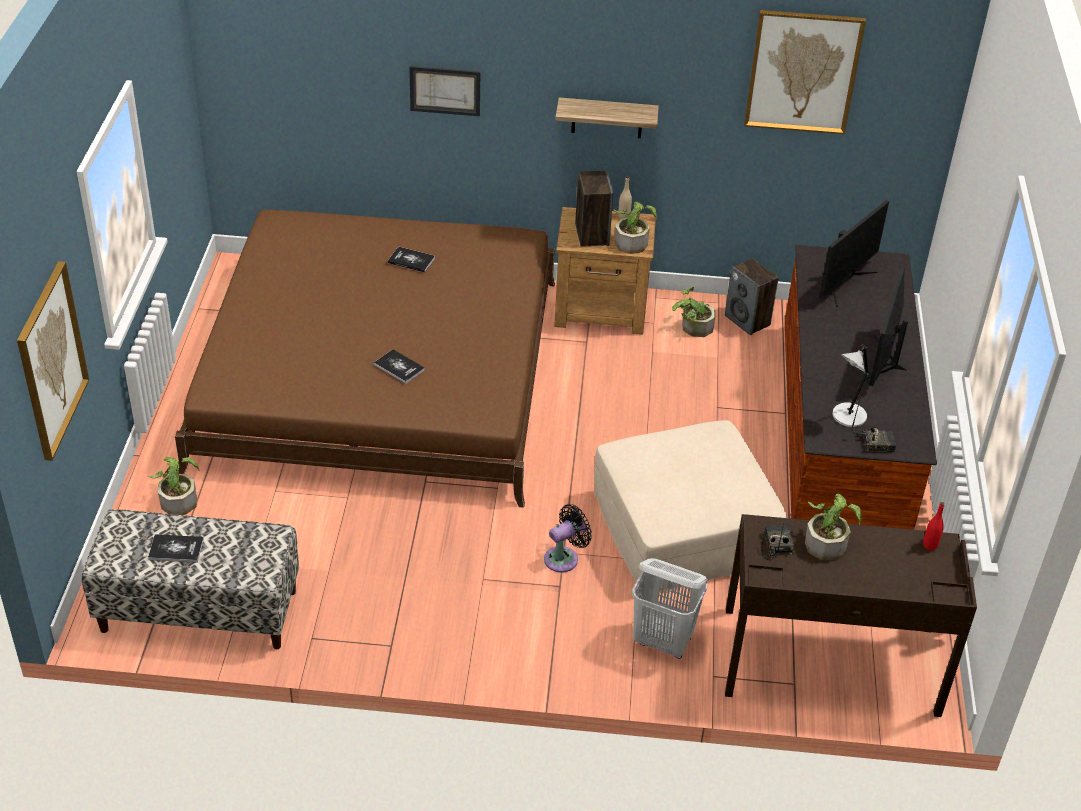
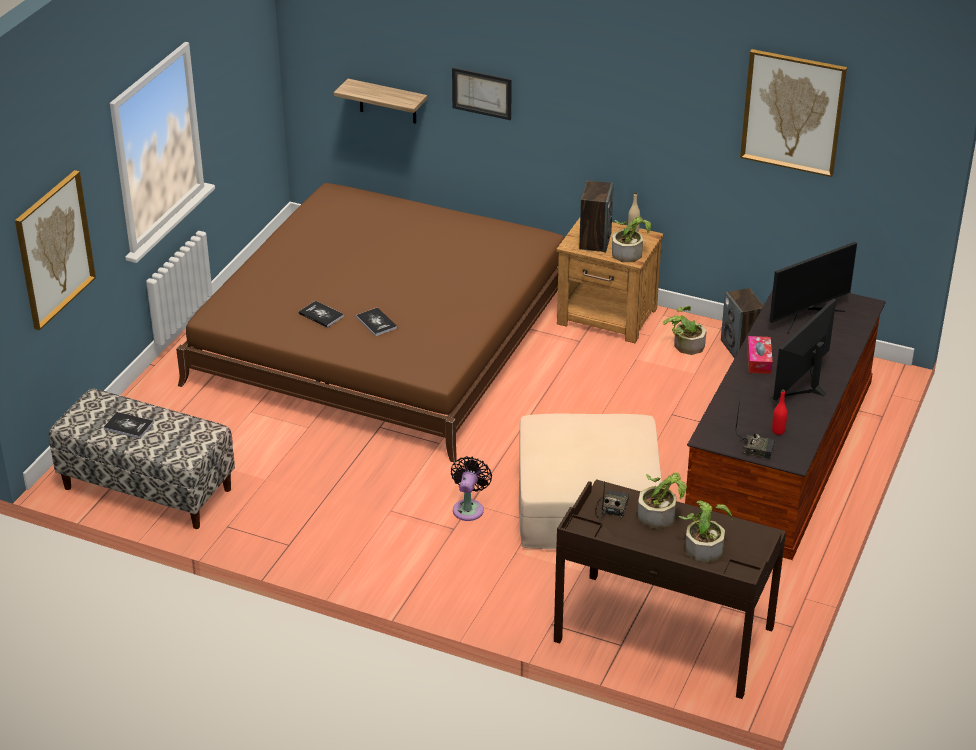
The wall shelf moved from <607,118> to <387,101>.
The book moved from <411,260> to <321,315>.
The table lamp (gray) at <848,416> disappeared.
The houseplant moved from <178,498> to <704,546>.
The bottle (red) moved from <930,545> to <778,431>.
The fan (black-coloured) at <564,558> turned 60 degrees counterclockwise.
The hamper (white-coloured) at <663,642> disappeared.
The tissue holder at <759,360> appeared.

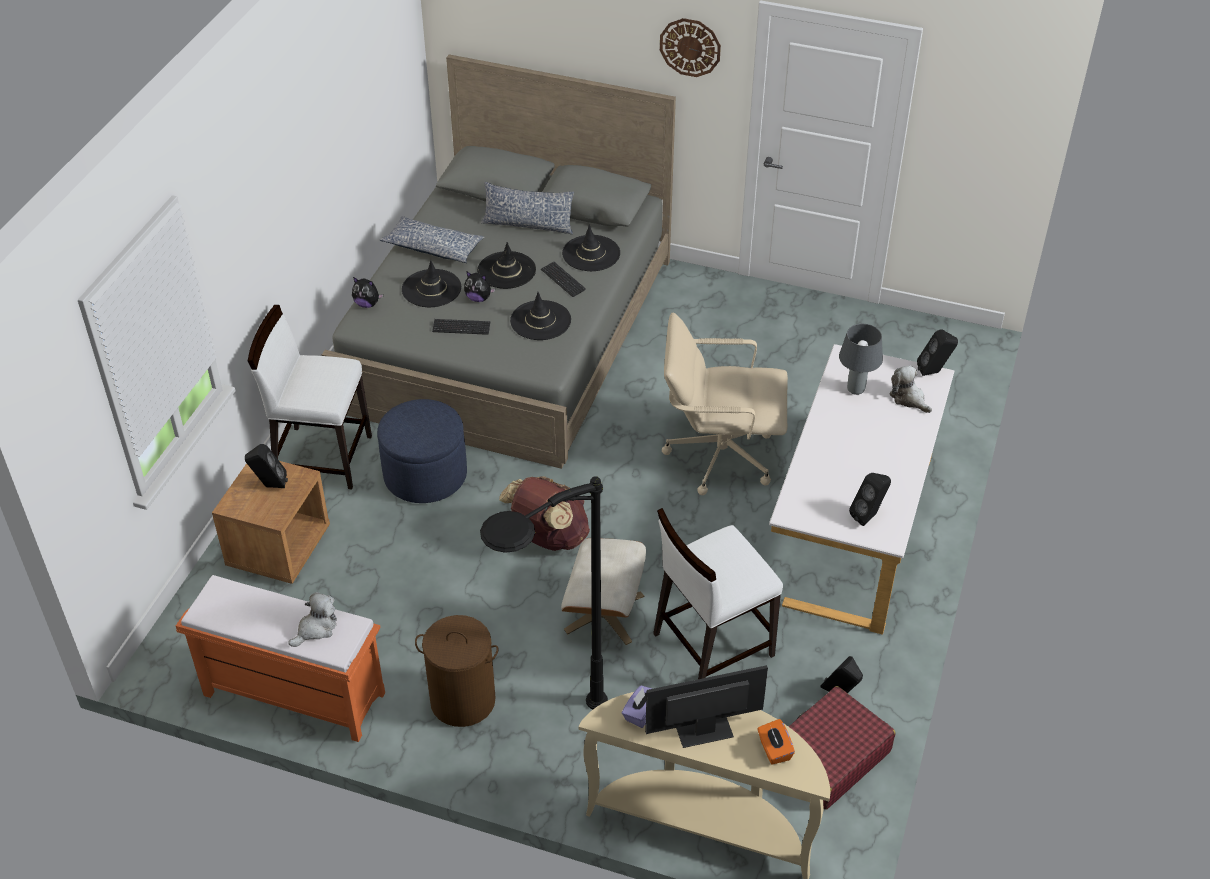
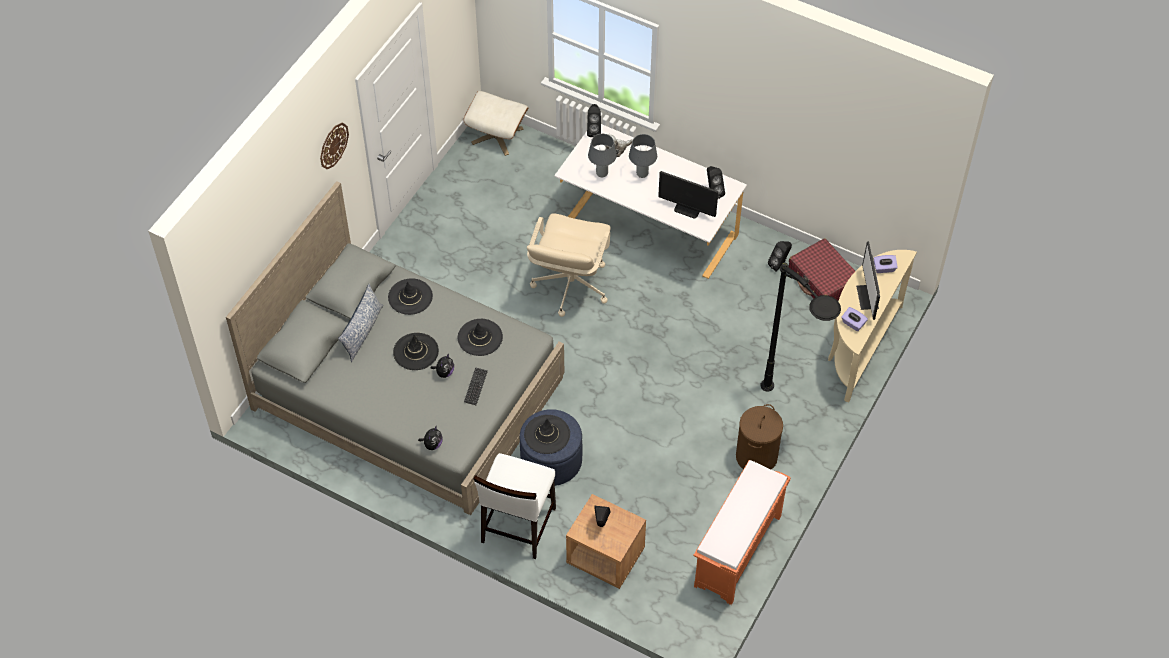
The cushion at <433,247> disappeared.
The wearable hat (black-coloured) moved from <431,288> to <547,434>.
The computer keyboard at <563,280> disappeared.
The knapsack (brown-coloured) at <548,537> disappeared.
The chair (white-coloured) at <711,644> disappeared.
The footrest (beige-coloured) moved from <605,613> to <497,135>.
The plush toy at <316,628> disappeared.
The tissue holder (orange-coloured) at <774,750> became the tissue holder (purple) at <884,268>.
The table lamp (gray) at <642,174> appeared.
The computer display at <687,209> appeared.

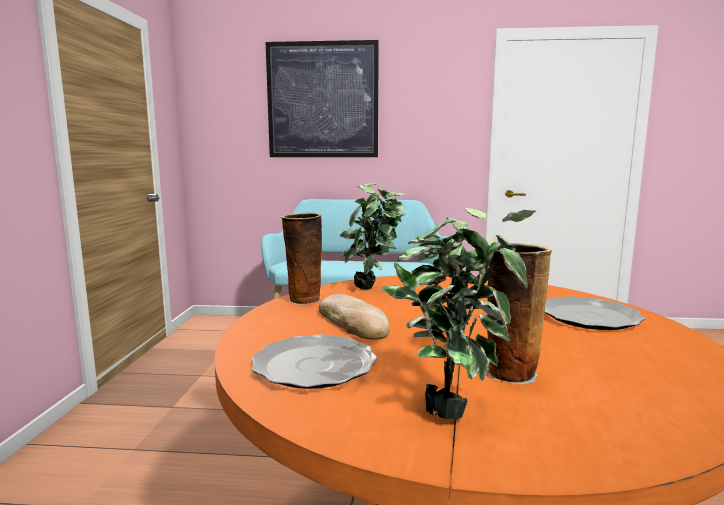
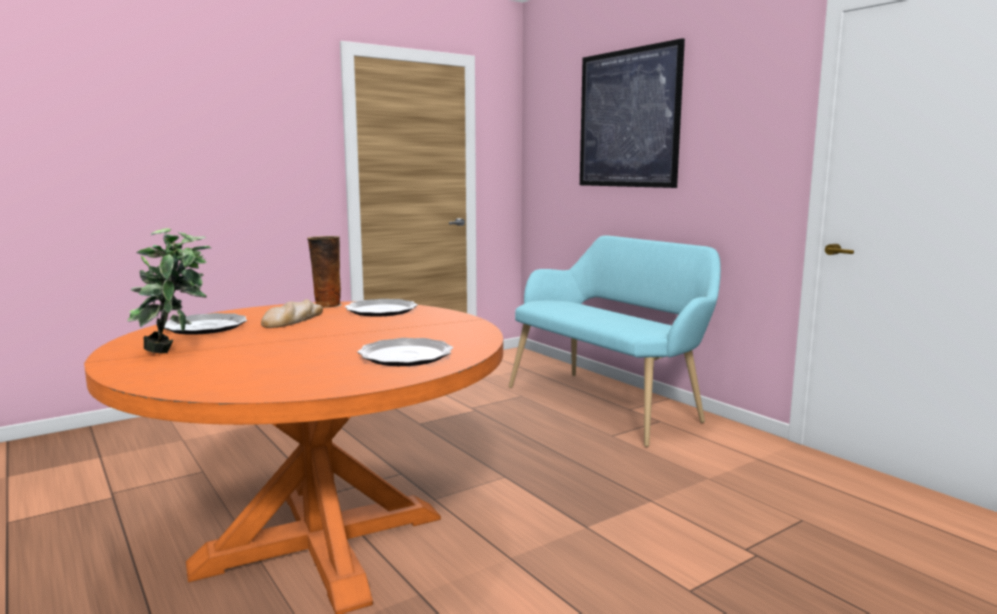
The houseplant at <373,290> was replaced by the flat dish at <381,310>.
The decorative vase at <510,372> disappeared.

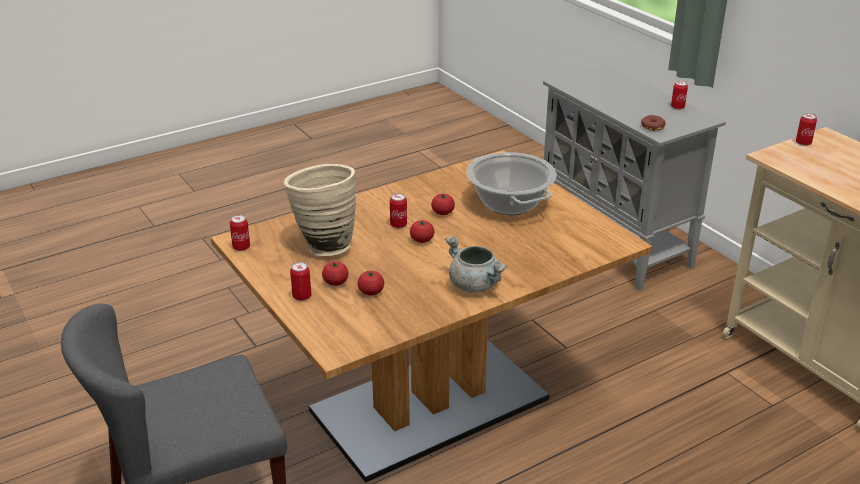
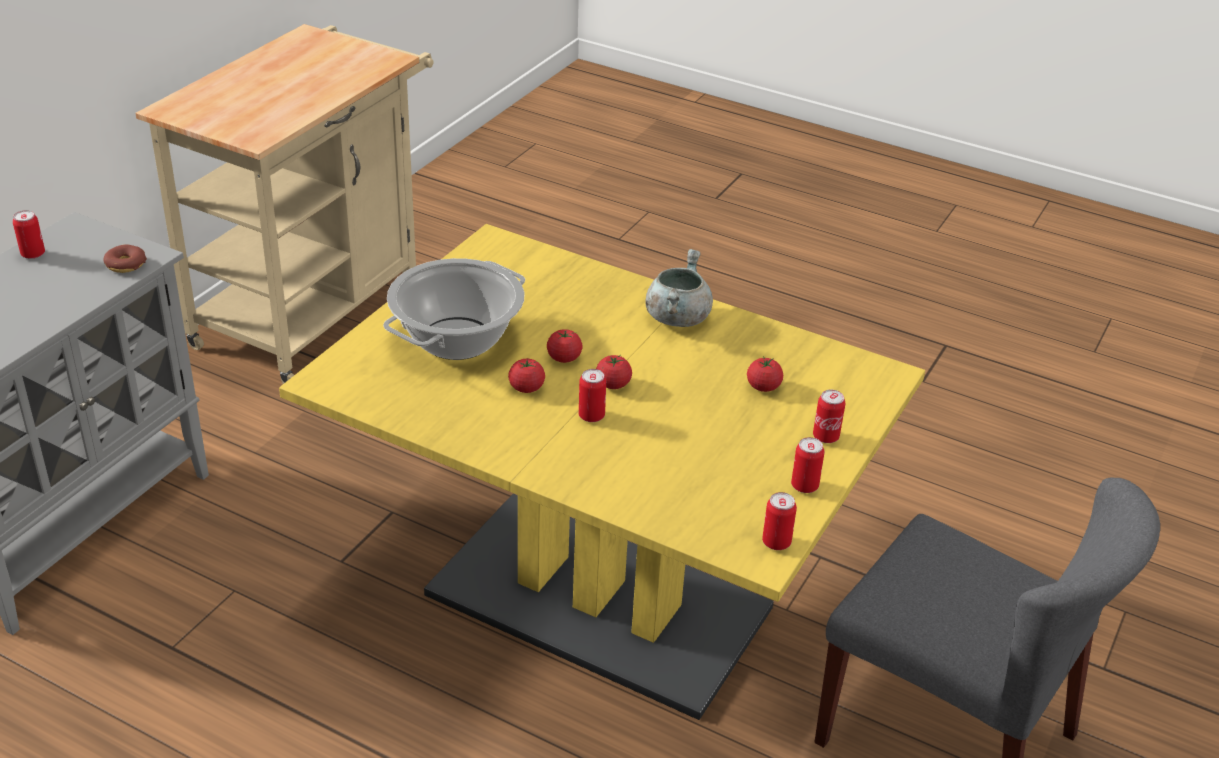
The metal can moved from <803,143> to <804,486>.
The dining table (brown-coloured) at <429,405> became the dining table (yellow-coloured) at <598,601>.
The decorative vase (beige-coloured) at <323,246> disappeared.
The tomato moved from <335,282> to <564,358>.

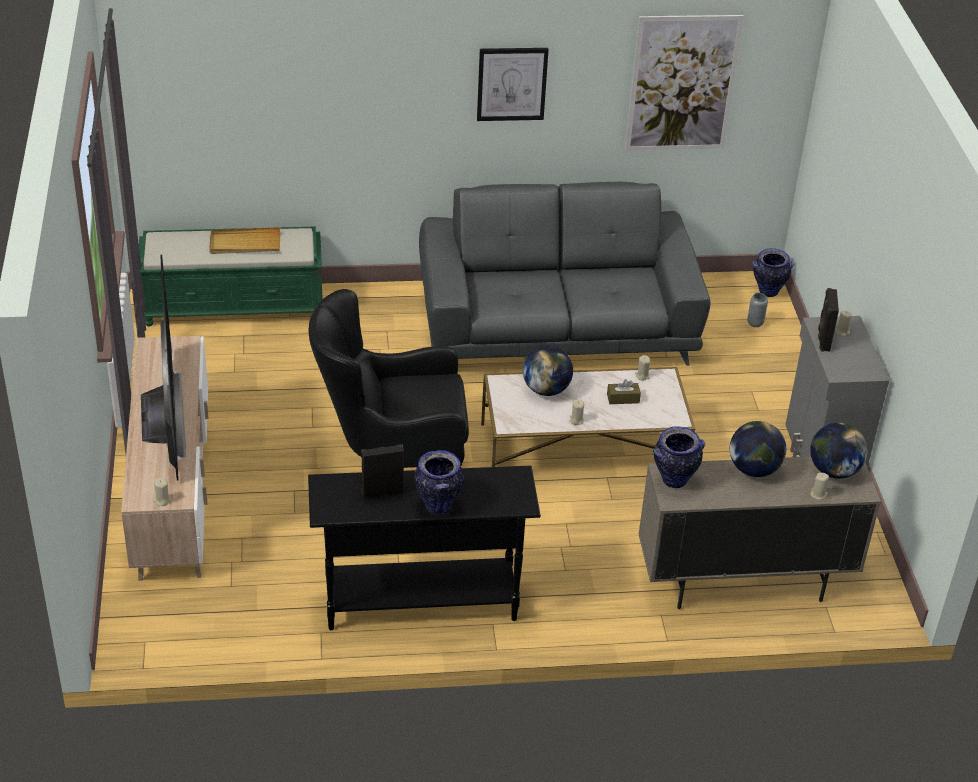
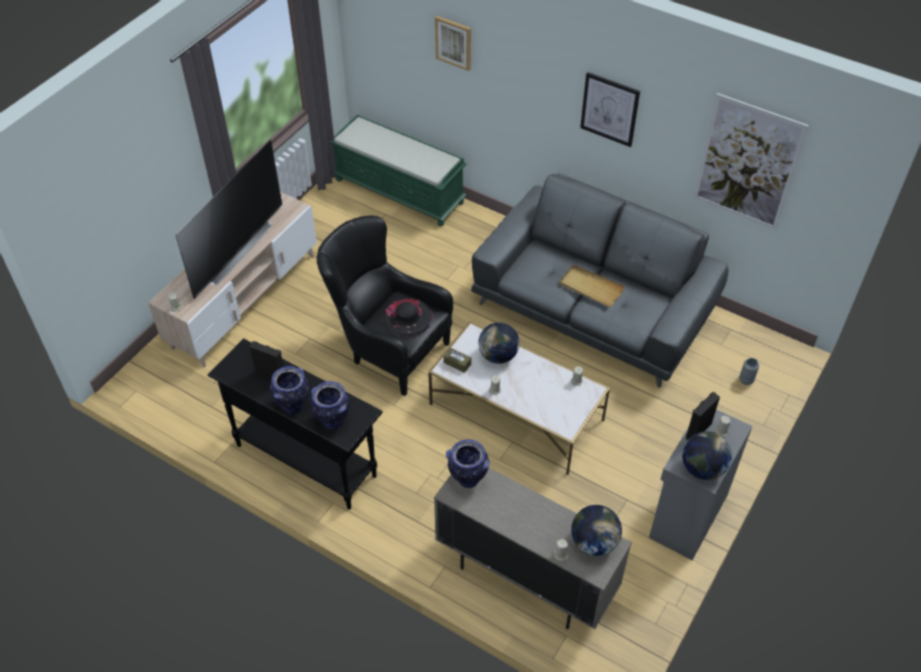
The carrying tray (beige-coloured) moved from <245,244> to <590,287>.
The decorative vase moved from <767,292> to <332,421>.
The tissue holder (brown-coloured) moved from <623,398> to <457,363>.
The globe moved from <753,469> to <702,468>.
The wall art at <453,42> appeared.
The wearable hat (black-coloured) at <407,317> appeared.

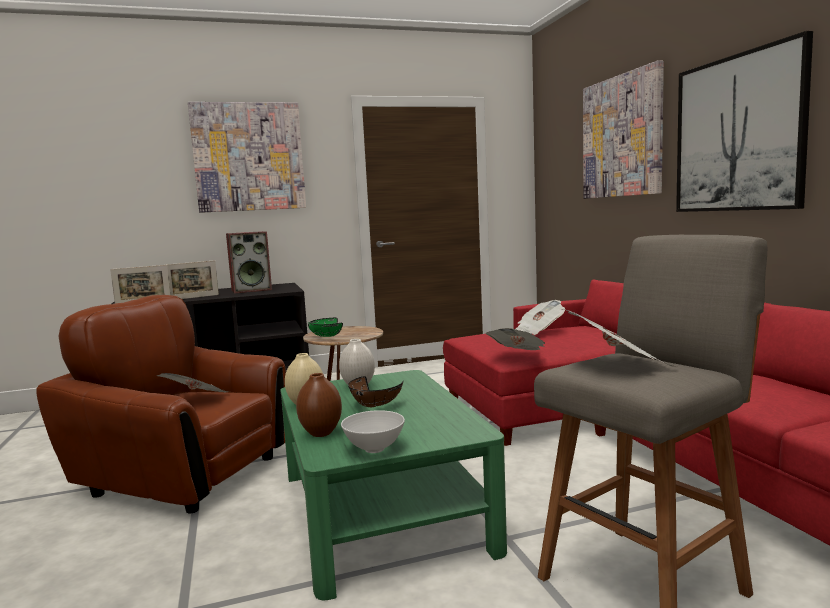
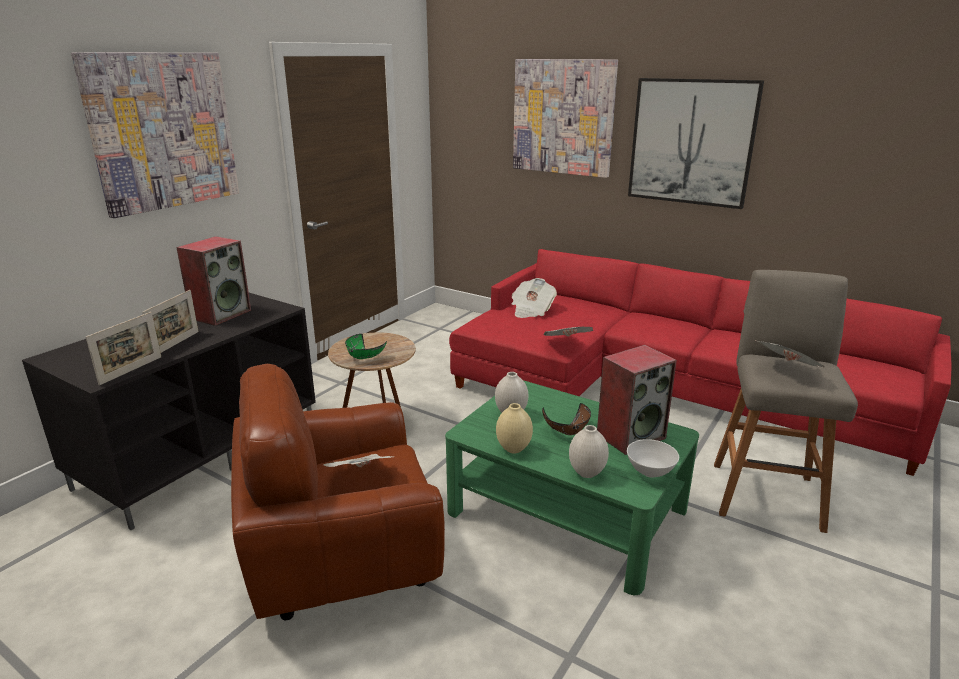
The decorative vase (brown-coloured) at <321,433> became the decorative vase (white-coloured) at <587,473>.
The loudspeaker at <631,436> appeared.

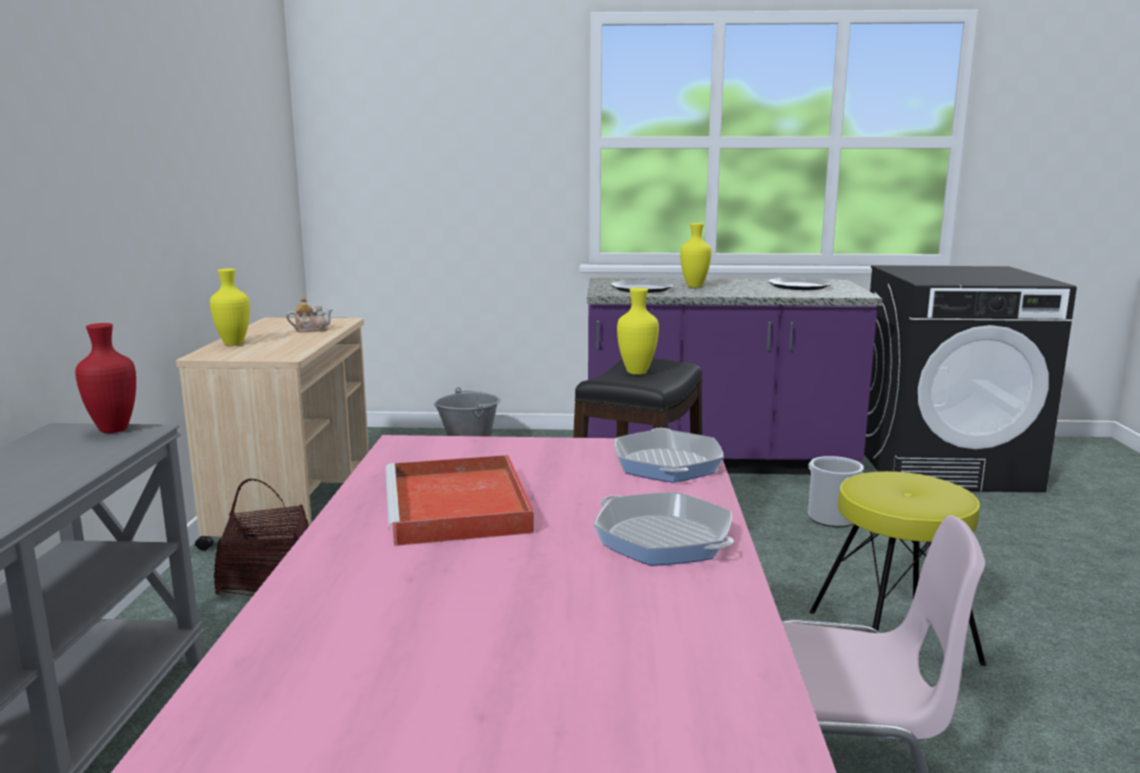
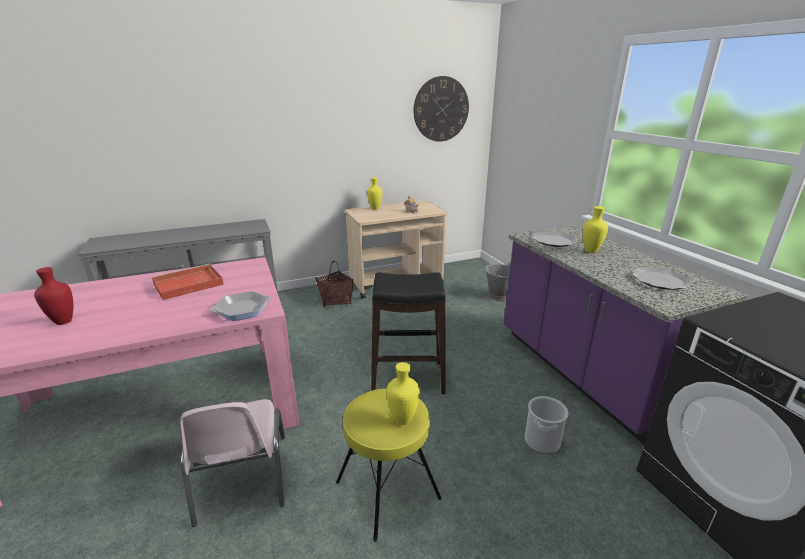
The decorative vase (yellow-coloured) moved from <638,373> to <402,421>.
The decorative vase (red) moved from <114,430> to <62,322>.
The pan at <663,539> disappeared.
The clock on the wall at <441,109> appeared.

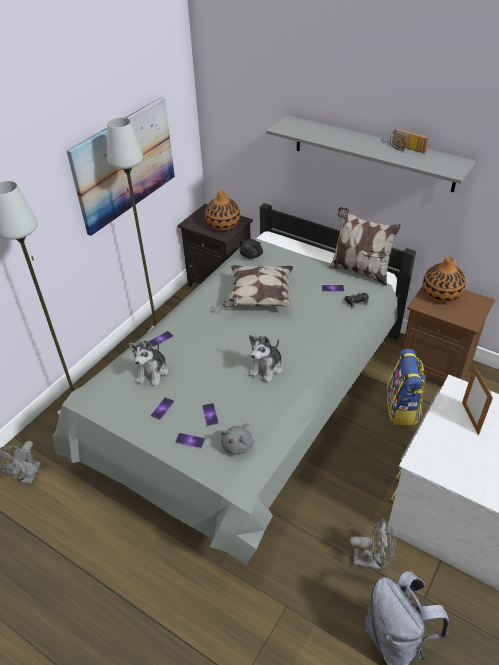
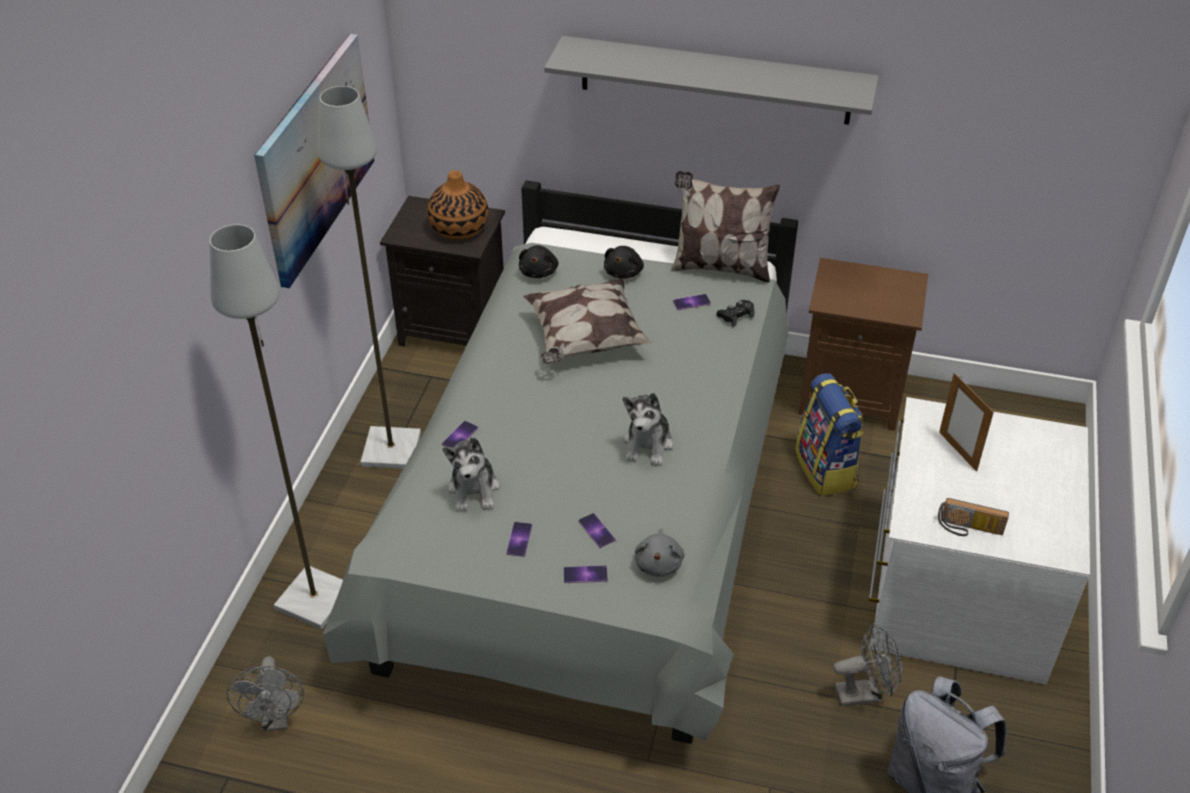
The radio moved from <406,149> to <968,529>.
The decorative vase at <441,294> disappeared.
The plush toy (black-coloured) at <624,272> appeared.

